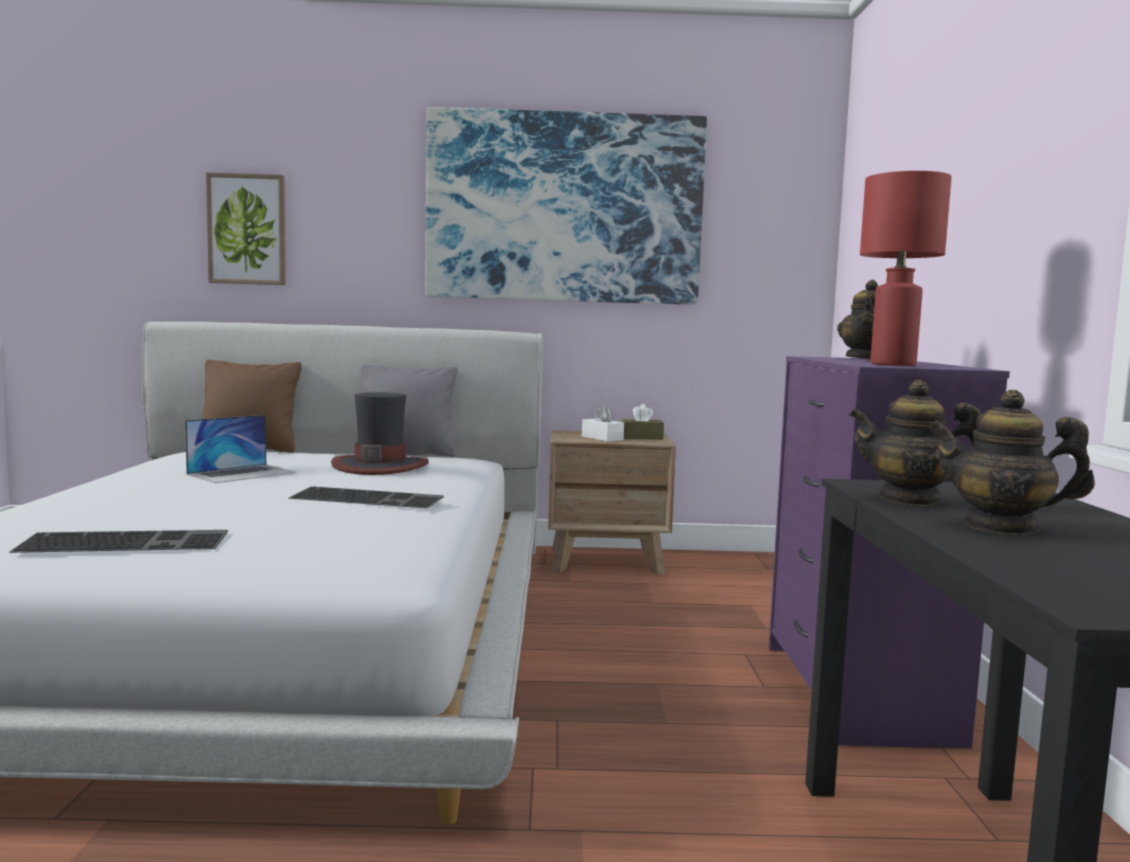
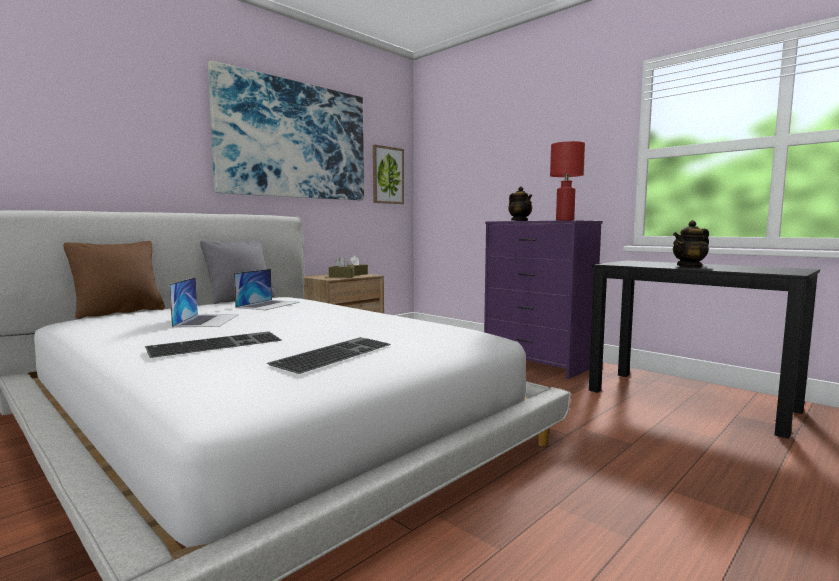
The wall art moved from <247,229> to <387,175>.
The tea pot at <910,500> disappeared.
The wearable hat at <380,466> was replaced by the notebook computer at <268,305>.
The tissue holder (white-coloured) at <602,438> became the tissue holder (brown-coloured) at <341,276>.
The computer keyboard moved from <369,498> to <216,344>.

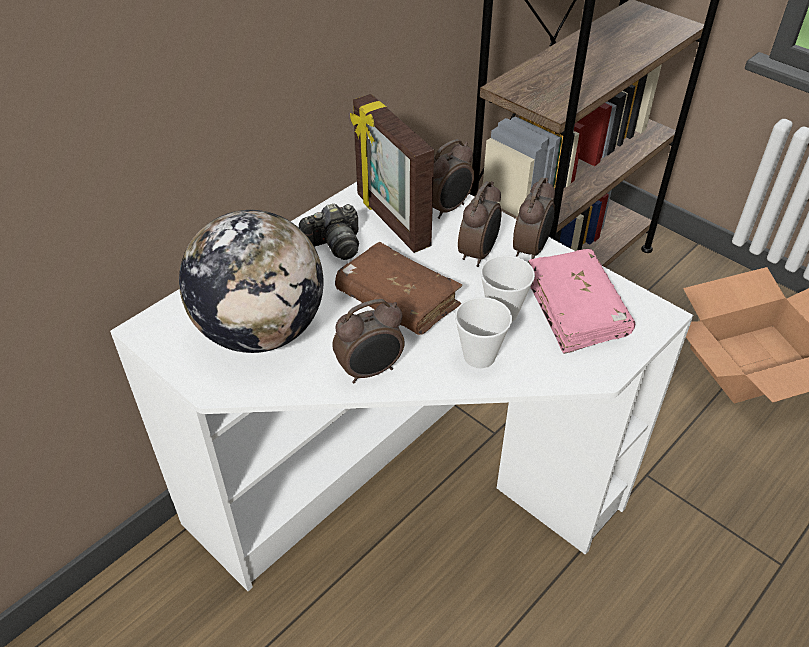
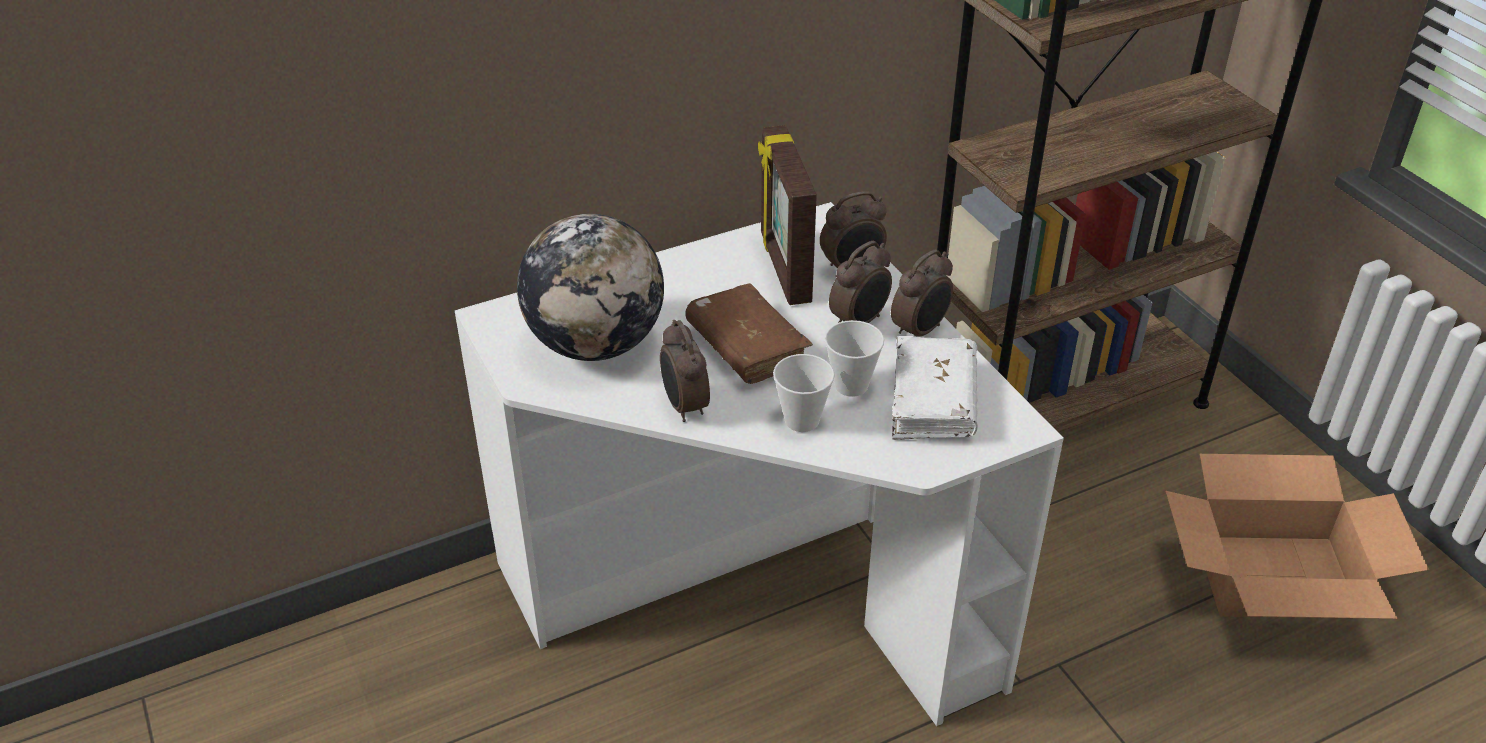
The still camera at <334,245> disappeared.
The book (pinkish) at <576,310> became the book (white-coloured) at <933,401>.
The bedside clock at <371,371> turned 75 degrees clockwise.

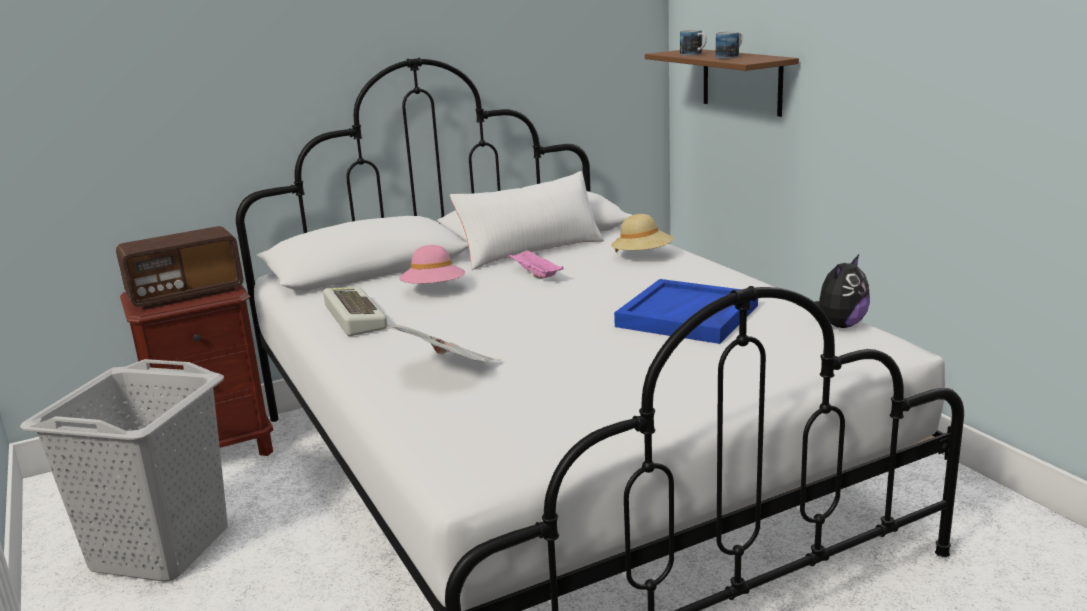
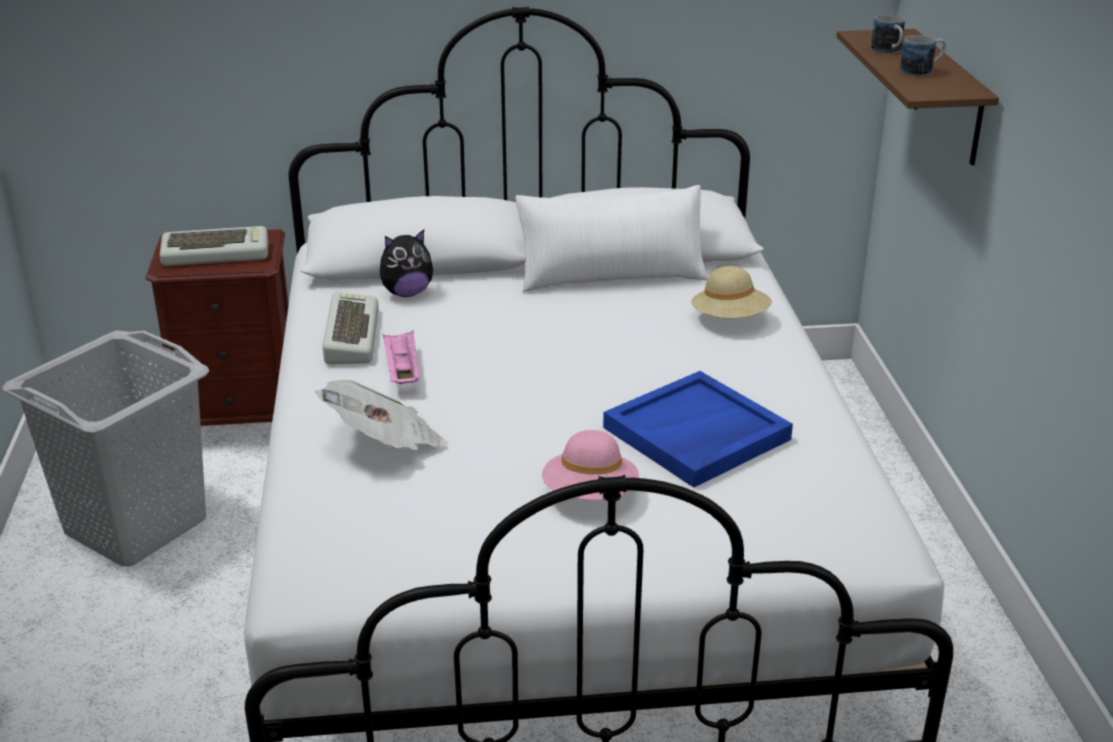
The radio at <186,294> was replaced by the computer keyboard at <217,254>.
The wearable hat (pinkish) moved from <434,291> to <590,495>.
The carrying tray (pinkish) moved from <535,274> to <402,372>.
The plush toy moved from <839,325> to <407,293>.

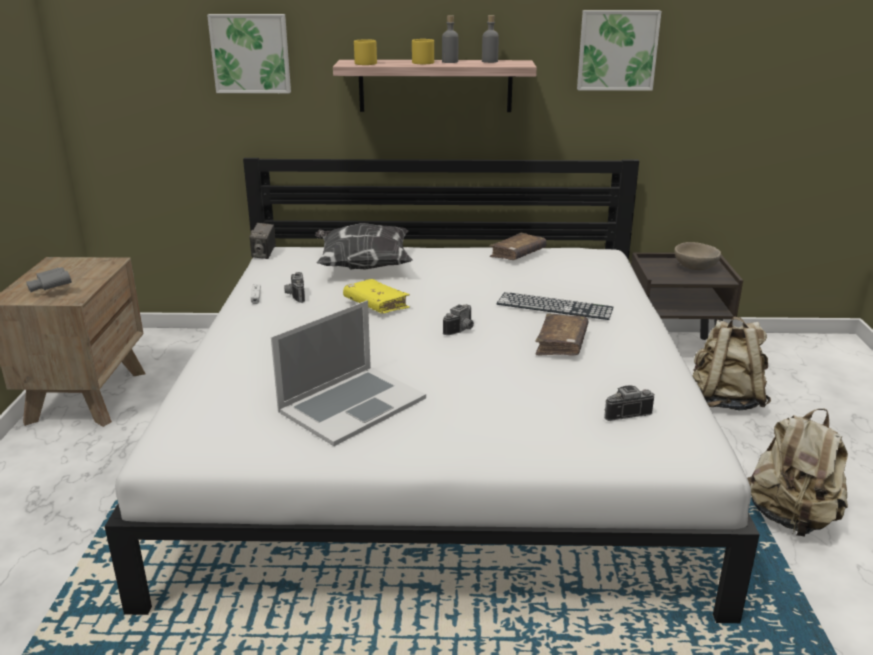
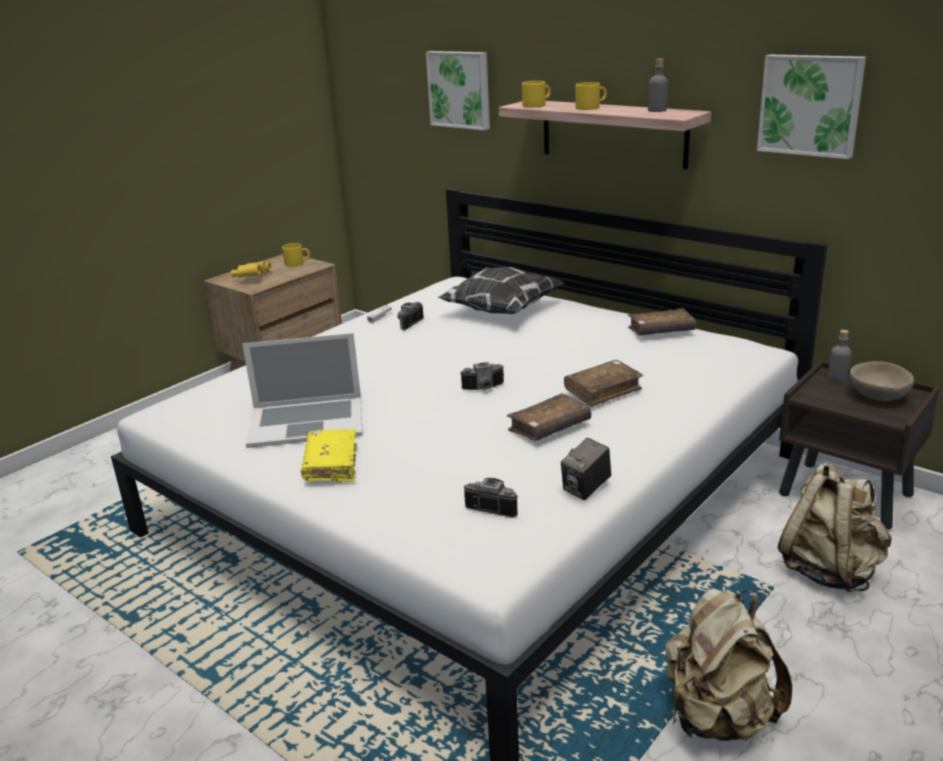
The bottle (gray) moved from <450,62> to <837,378>.
The still camera moved from <264,255> to <586,489>.
The field glasses (gray) at <51,289> became the field glasses (yellow-coloured) at <252,278>.
The book (yellow-coloured) moved from <376,304> to <331,465>.
The computer keyboard at <554,306> was replaced by the book (brown-coloured) at <602,390>.
The tea mug (yellow-coloured) at <297,263> appeared.

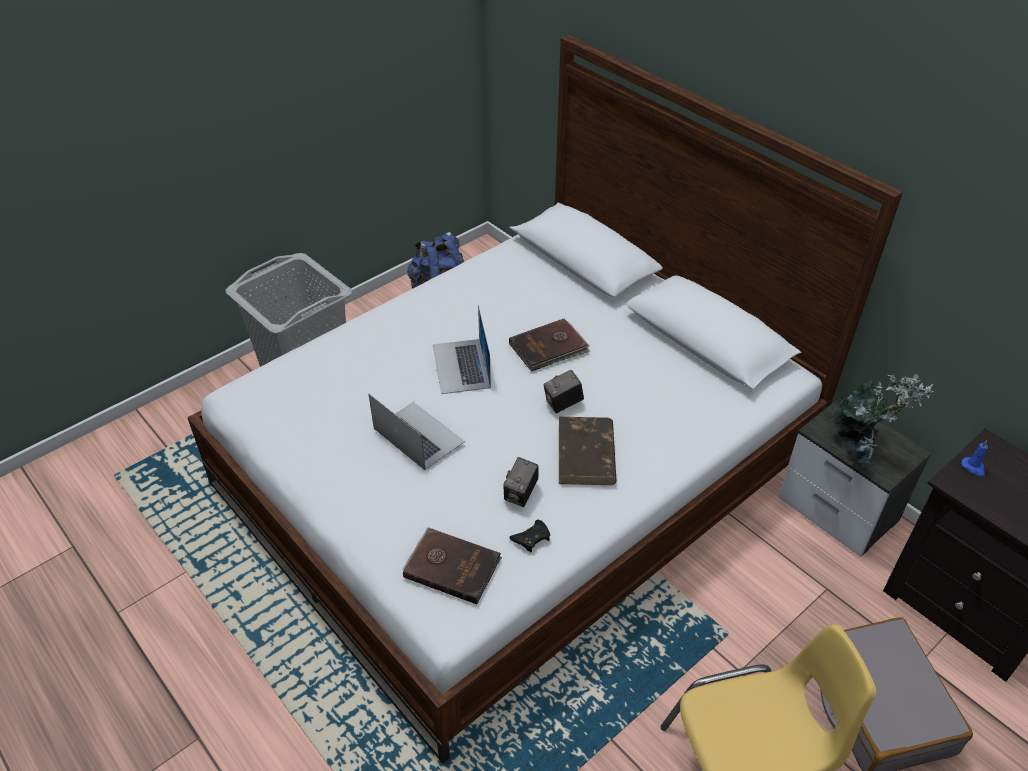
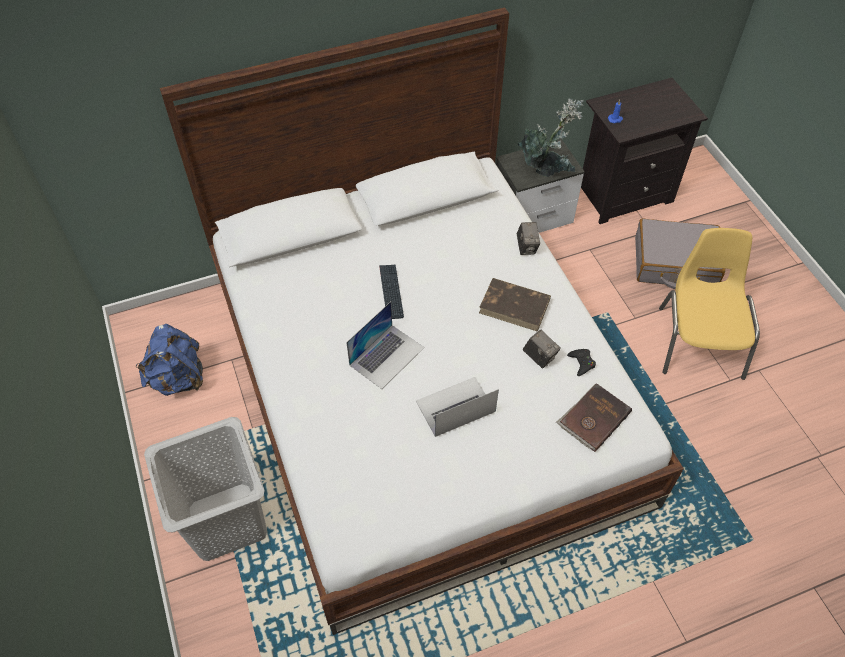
The notebook computer at <461,366> turned 60 degrees counterclockwise.
The book (brown-coloured) at <549,348> was replaced by the computer keyboard at <391,292>.
The still camera moved from <563,404> to <526,247>.

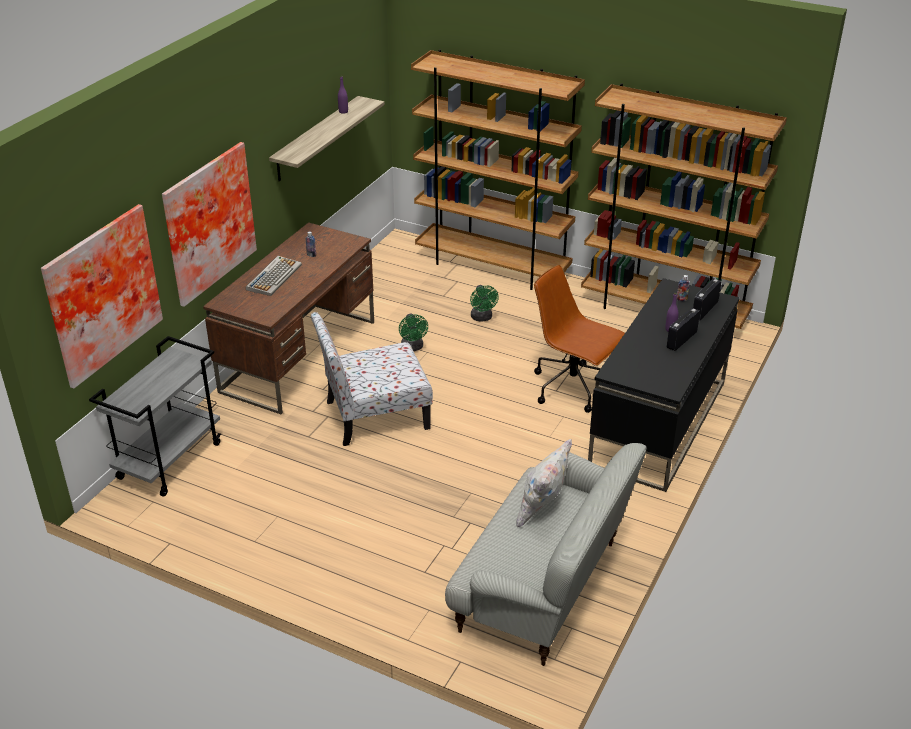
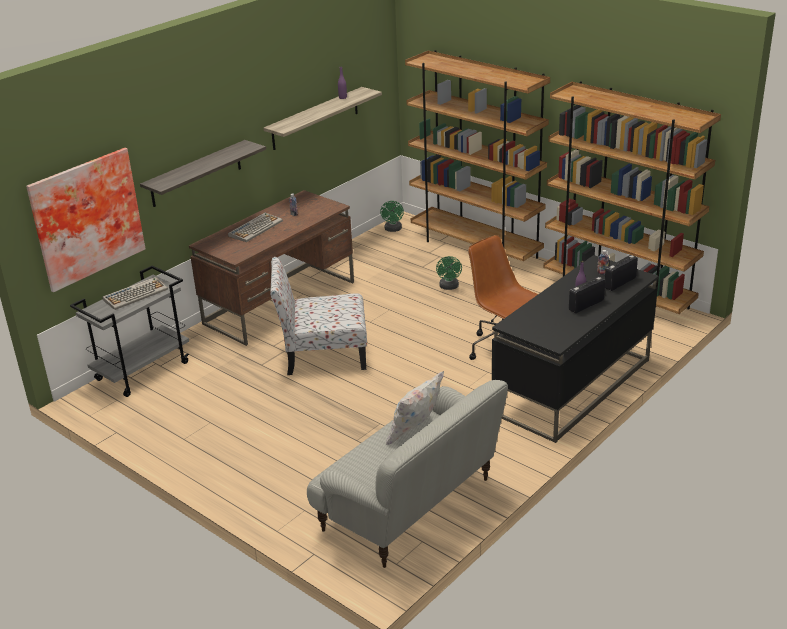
The wall art at <207,222> was replaced by the wall shelf at <196,174>.
The fan (greenish) moved from <413,348> to <393,229>.
The computer keyboard at <136,294> appeared.

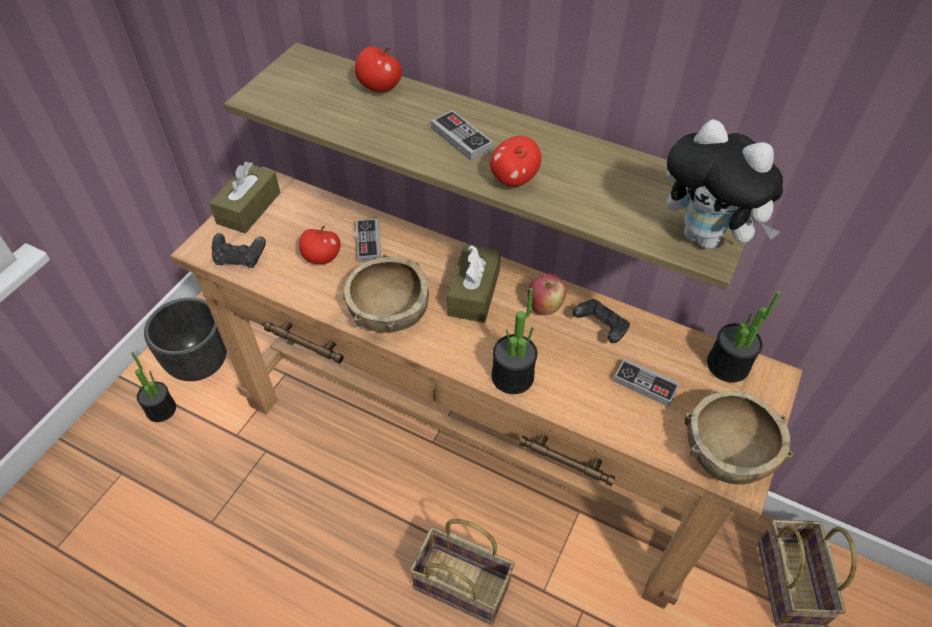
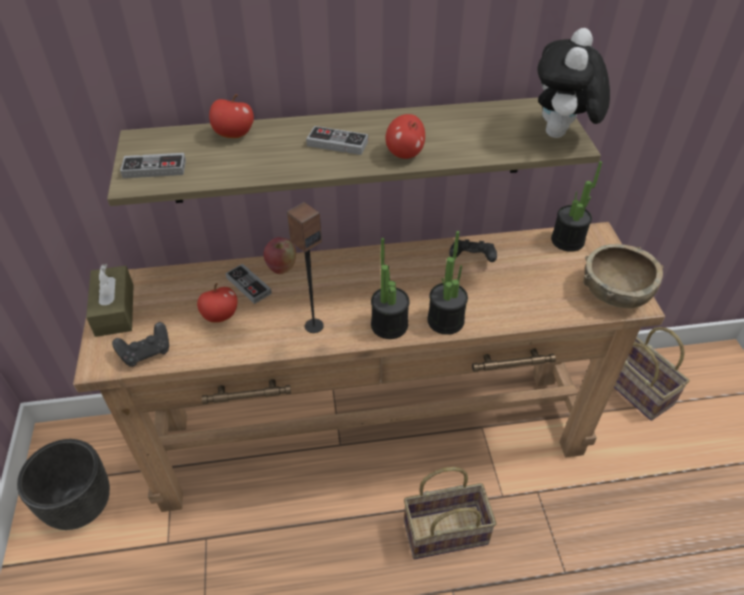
The plush toy at <706,238> turned 105 degrees clockwise.
The tissue holder (brown-coloured) at <474,292> disappeared.
The bowl (brown-coloured) at <389,311> was replaced by the loudspeaker at <313,325>.
The apple fruit moved from <544,307> to <281,268>.
The houseplant moved from <161,409> to <389,325>.
The gamepad moved from <645,384> to <154,169>.

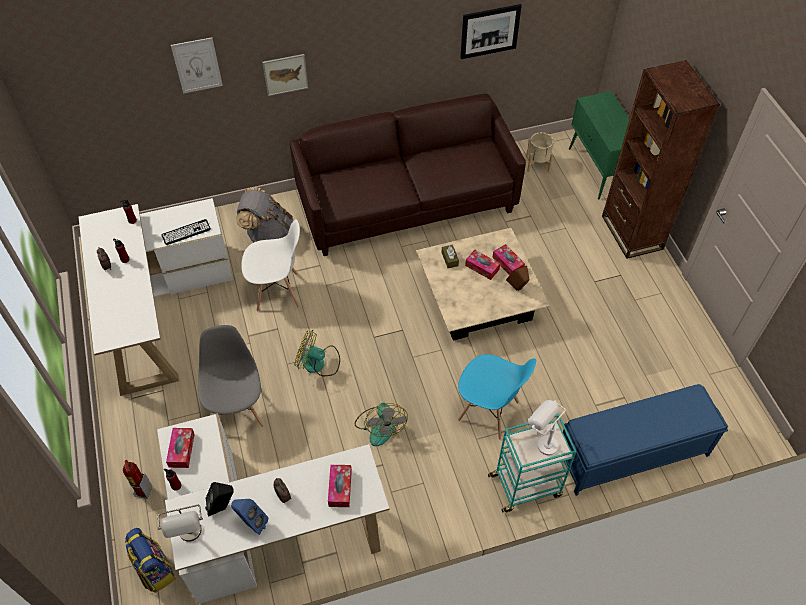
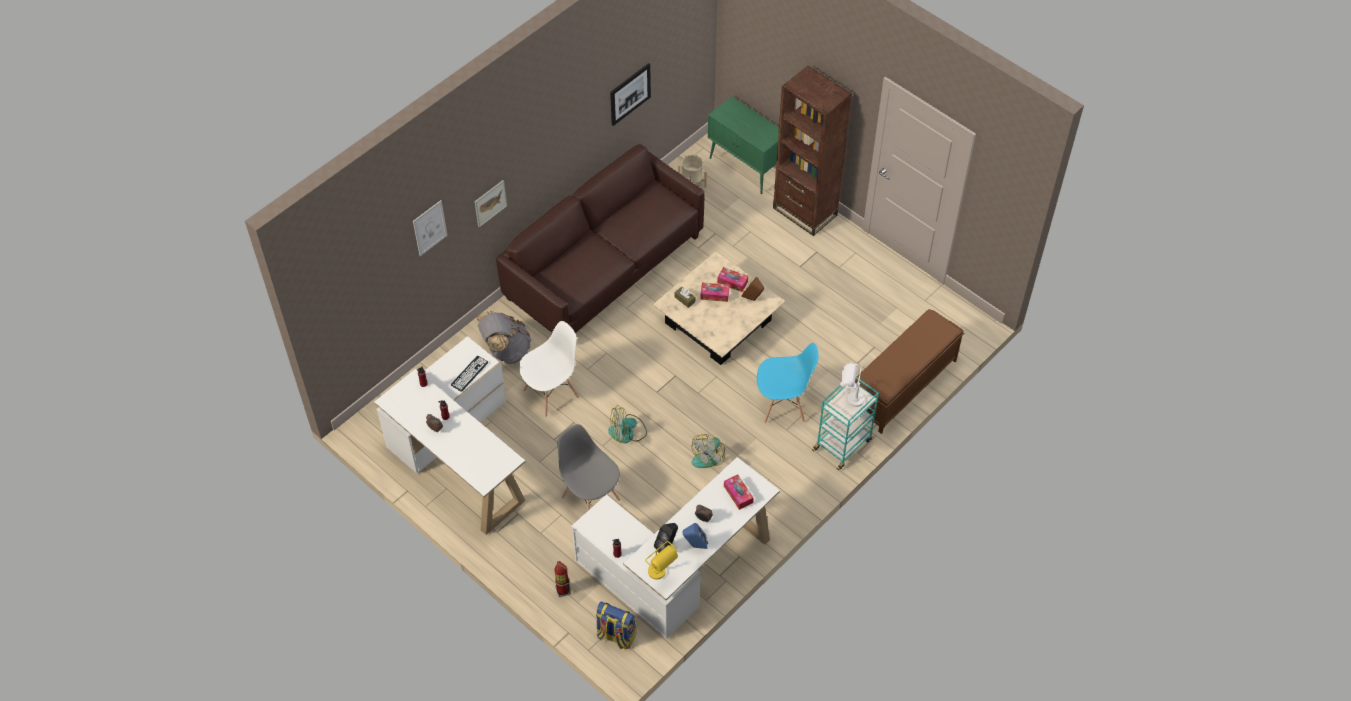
The indoor bench (blue-coloured) at <631,454> became the indoor bench (brown-coloured) at <902,386>.
The fan at <380,426> turned 75 degrees clockwise.
The tissue holder at <181,450> disappeared.
The table lamp (gray) at <192,538> became the table lamp (yellow-coloured) at <661,575>.

